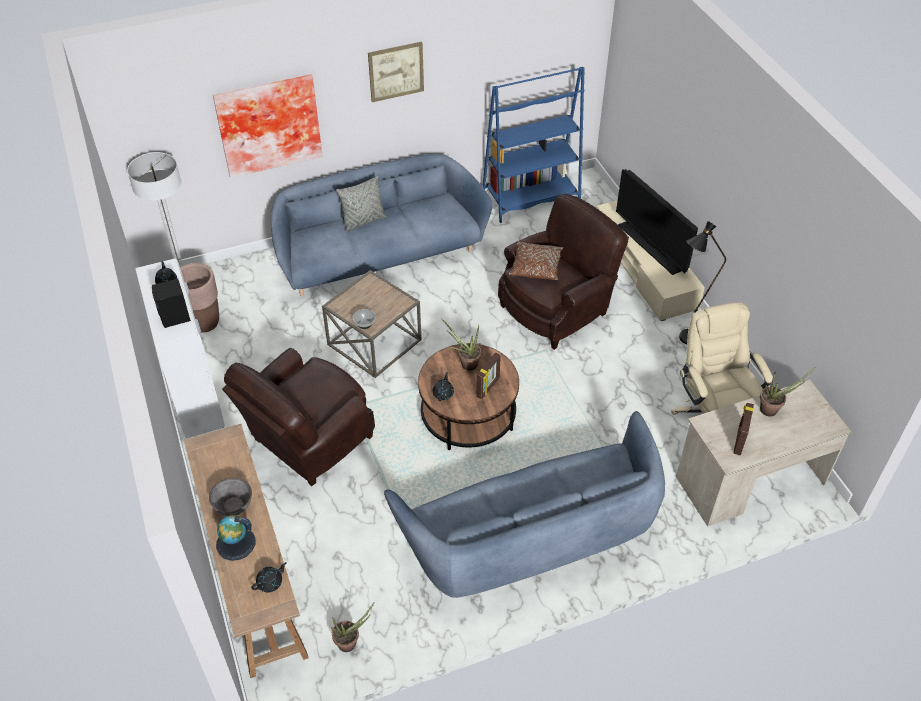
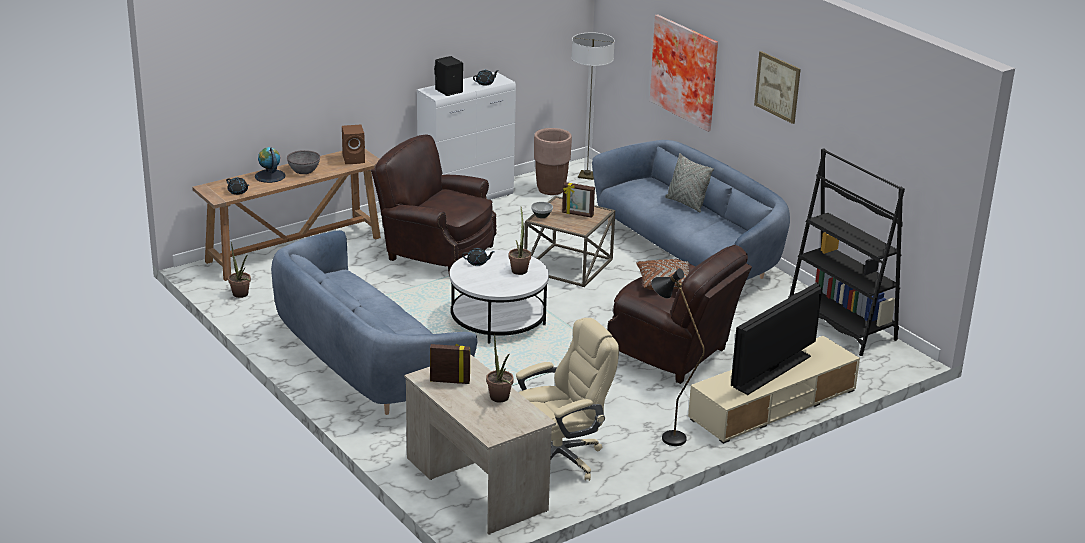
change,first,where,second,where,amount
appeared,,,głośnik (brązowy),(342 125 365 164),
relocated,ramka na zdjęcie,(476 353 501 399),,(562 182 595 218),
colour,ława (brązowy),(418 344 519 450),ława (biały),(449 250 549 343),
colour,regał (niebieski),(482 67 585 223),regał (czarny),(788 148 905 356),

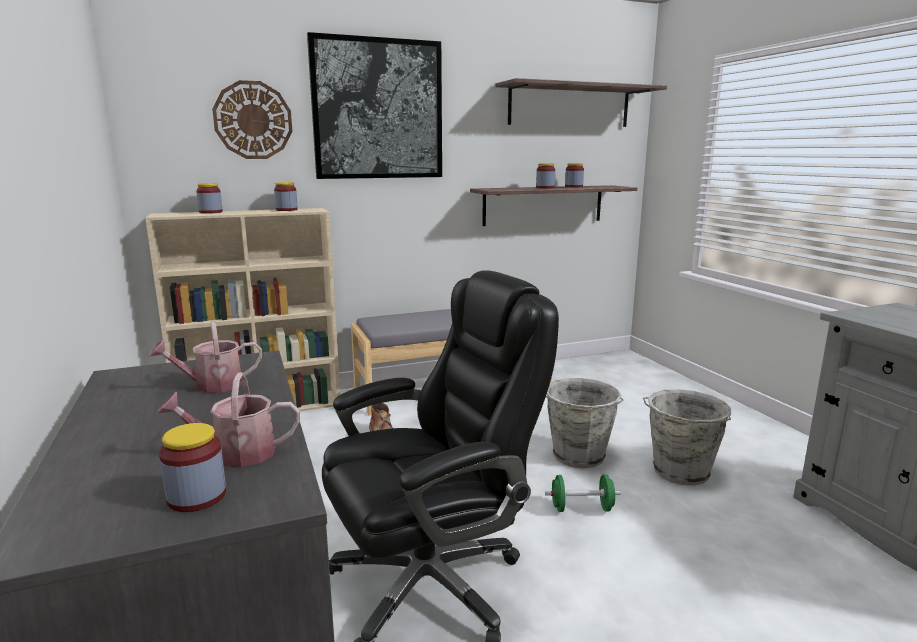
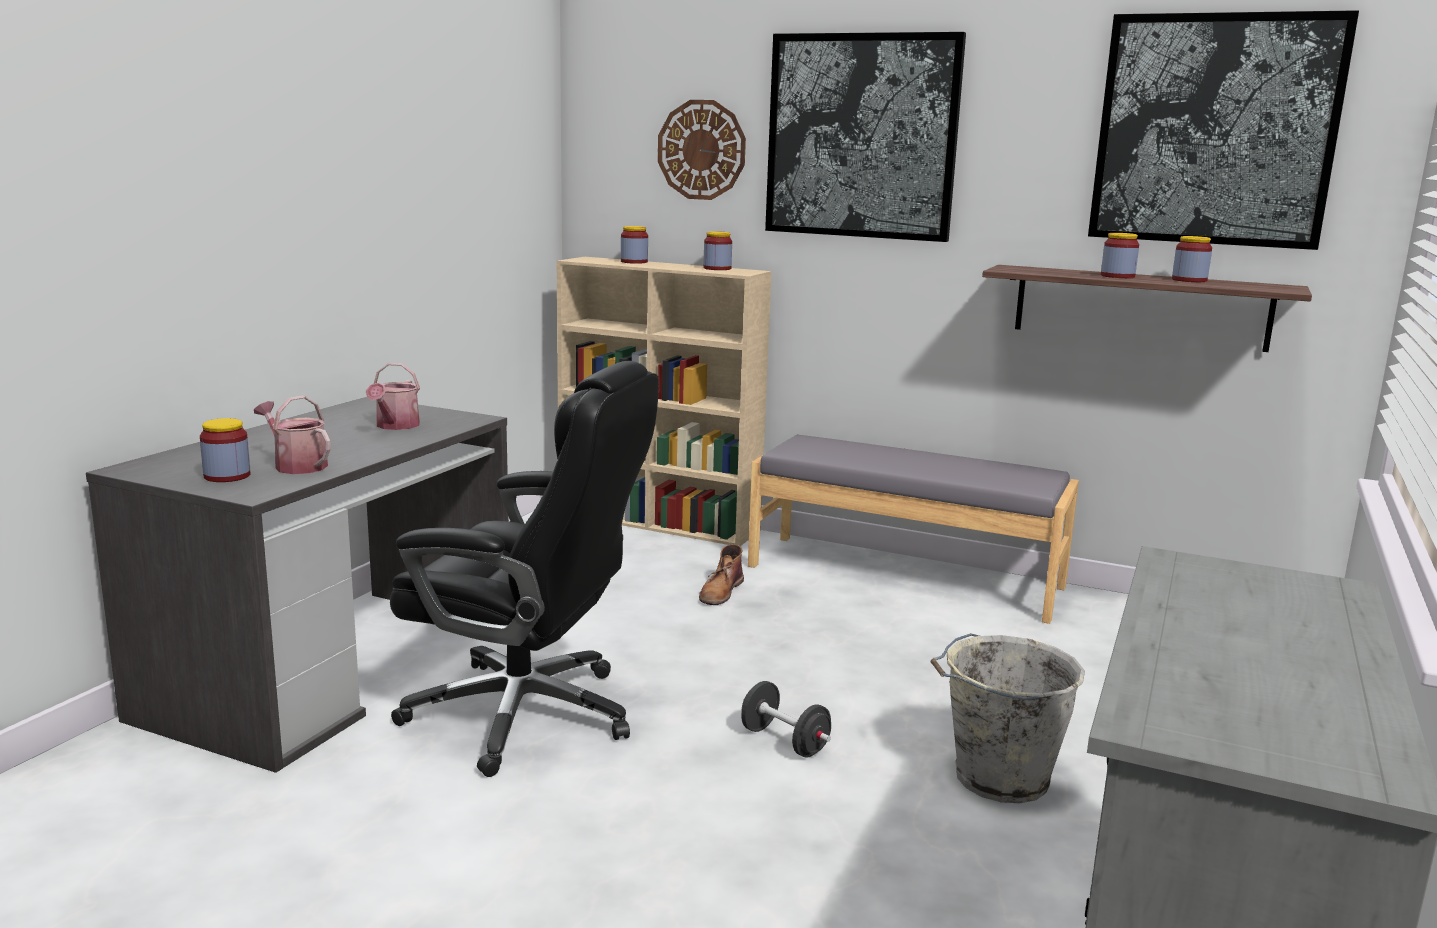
change,first,where,second,where,amount
missing,wiadro (szary),(546 378 624 468),,,
exchanged,półka,(495 78 667 127),obraz,(1088 10 1359 250),
colour,hantel (zielony),(545 474 621 512),hantel (czarny),(741 681 831 758),
spun,konewka,(149 322 262 393),,(366 363 420 430),105 degrees counterclockwise

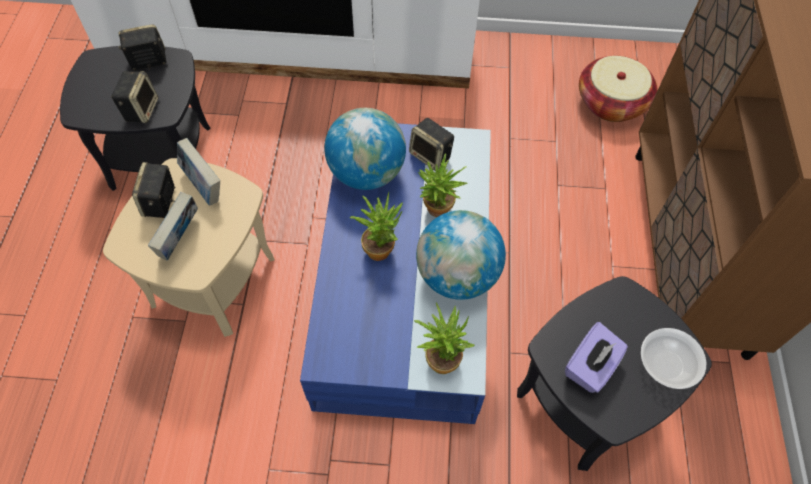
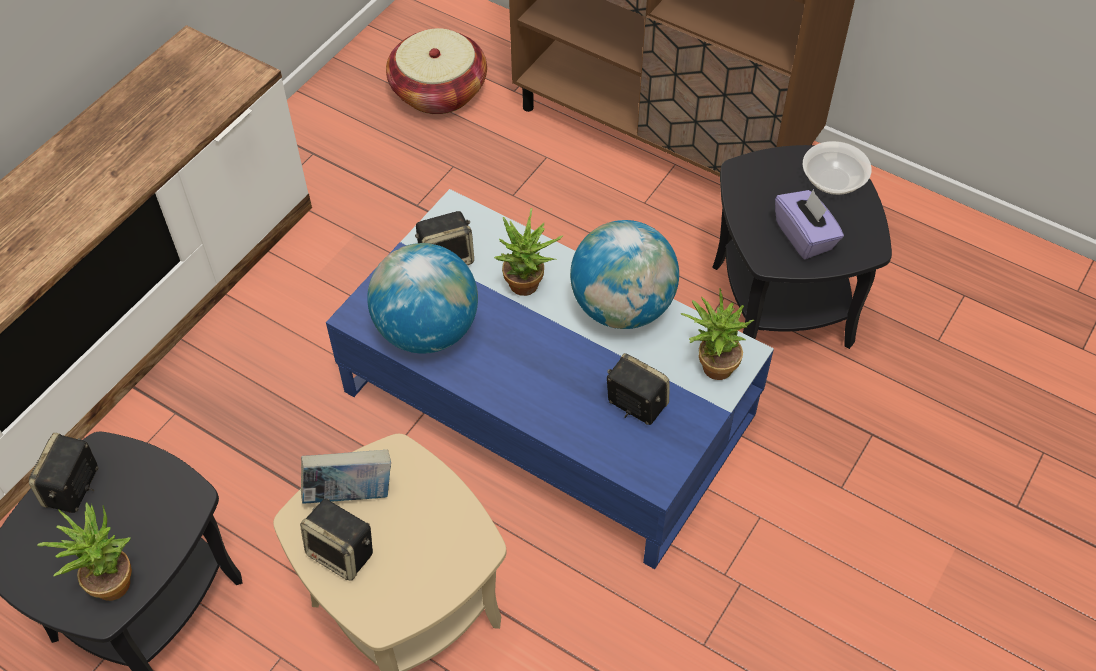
change,first,where,second,where,amount
missing,książka,(148 192 198 261),,,
relocated,głośnik,(111 71 159 123),,(607 353 669 425),
relocated,roślina doniczkowa,(350 192 403 261),,(37 502 132 601),

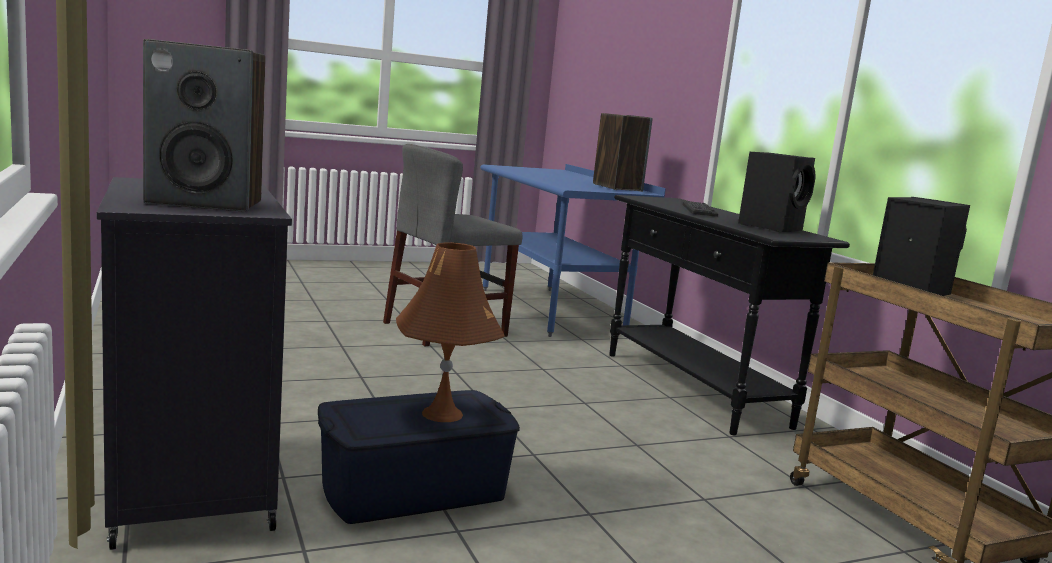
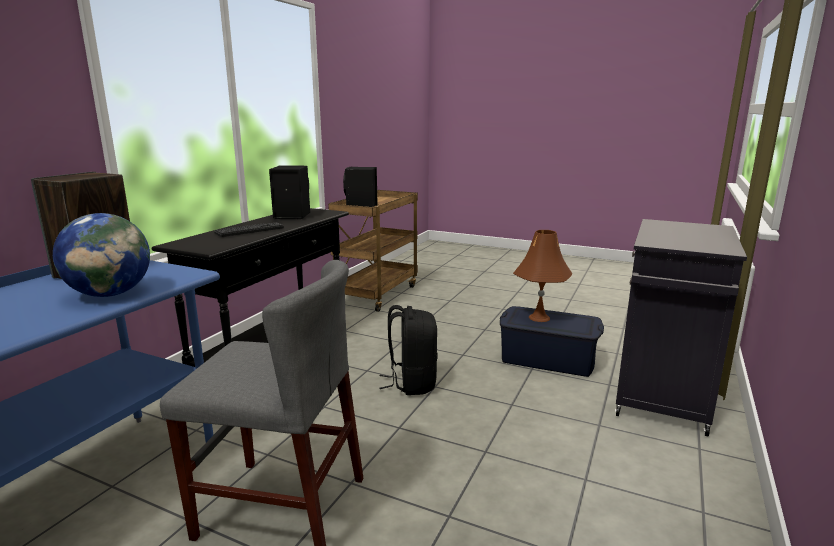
change,first,where,second,where,amount
missing,głośnik,(143 39 265 212),,,
appeared,,,globus,(53 213 150 297),
appeared,,,plecak (czarny),(379 305 438 395),

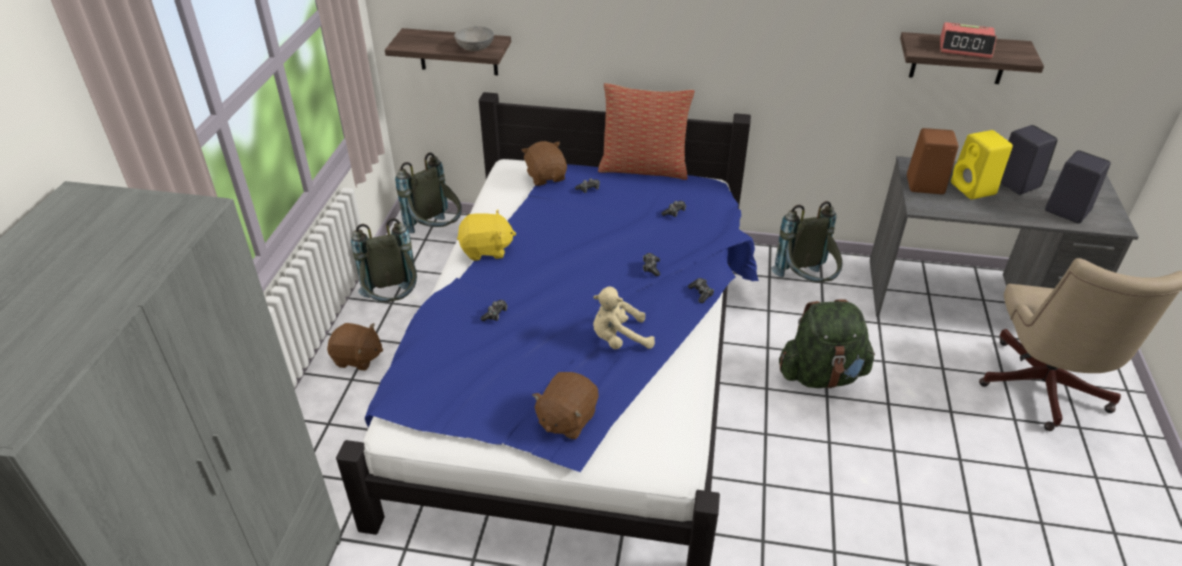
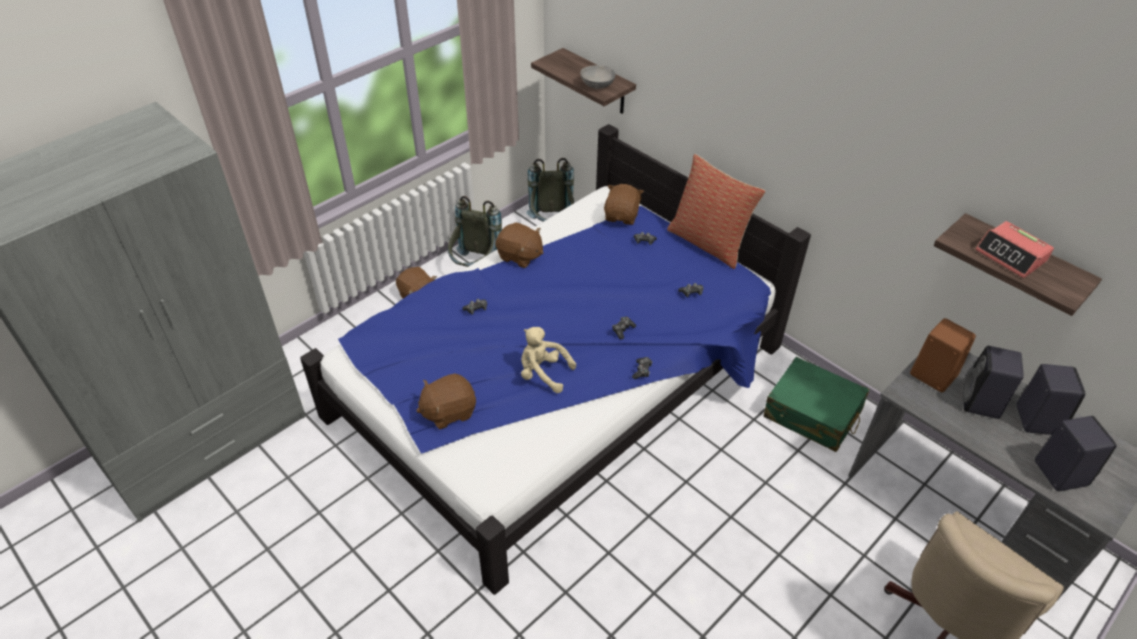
change,first,where,second,where,amount
missing,plecak (zielony),(779 299 875 389),,,
exchanged,plecak (szary),(771 201 842 282),walizka (zielony),(764 357 869 452),
colour,pluszak (żółty),(457 210 516 261),pluszak (brązowy),(496 222 543 268),
colour,głośnik (żółty),(951 130 1013 199),głośnik (czarny),(962 346 1024 419),

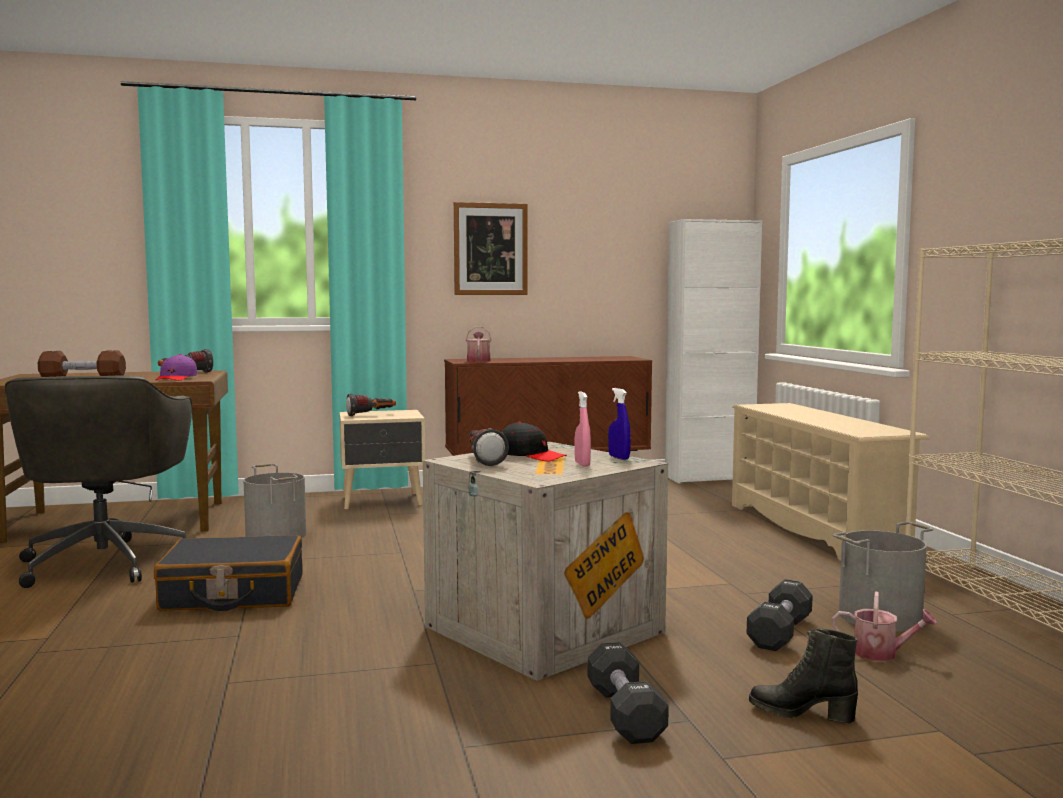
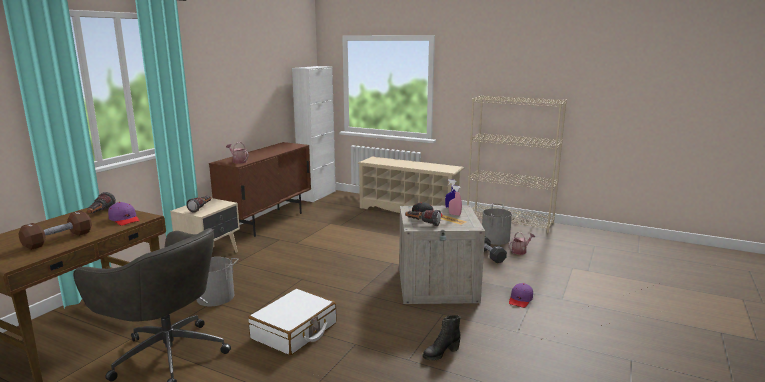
change,first,where,second,where,amount
missing,obraz,(454 202 528 295),,,
relocated,but z cholewką (czarny),(749 628 858 723),,(423 315 461 360),
exchanged,hantel (czarny),(588 642 669 744),czapka z daszkiem (fioletowy),(509 283 533 308),
colour,walizka (czarny),(154 535 303 611),walizka (biały),(248 289 337 355),

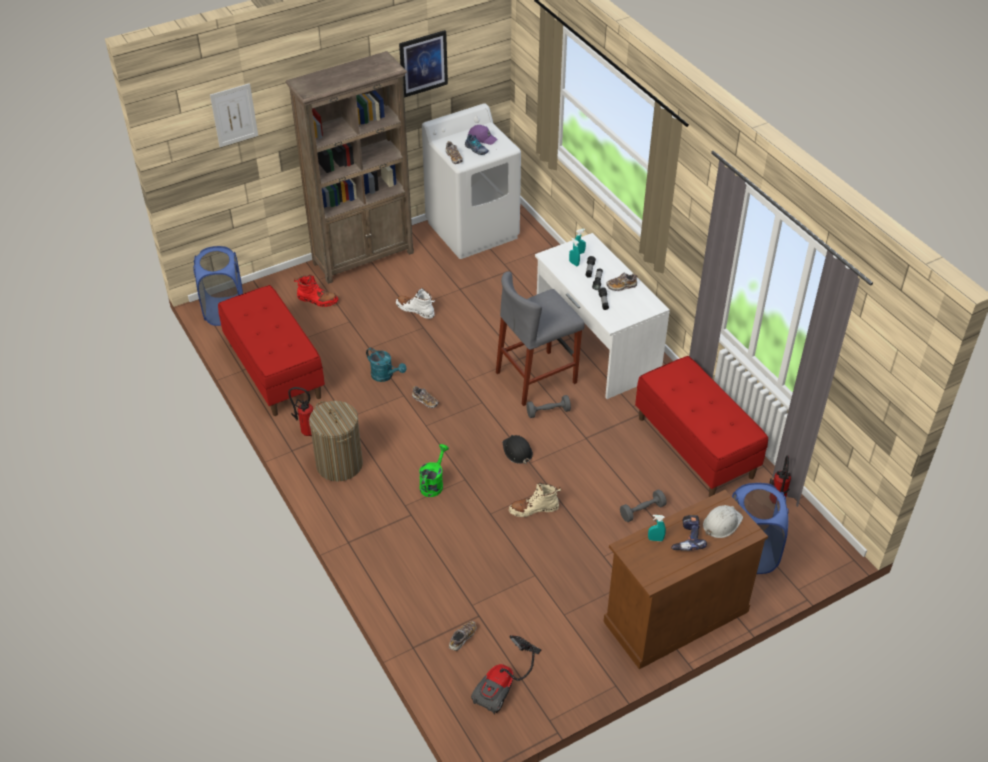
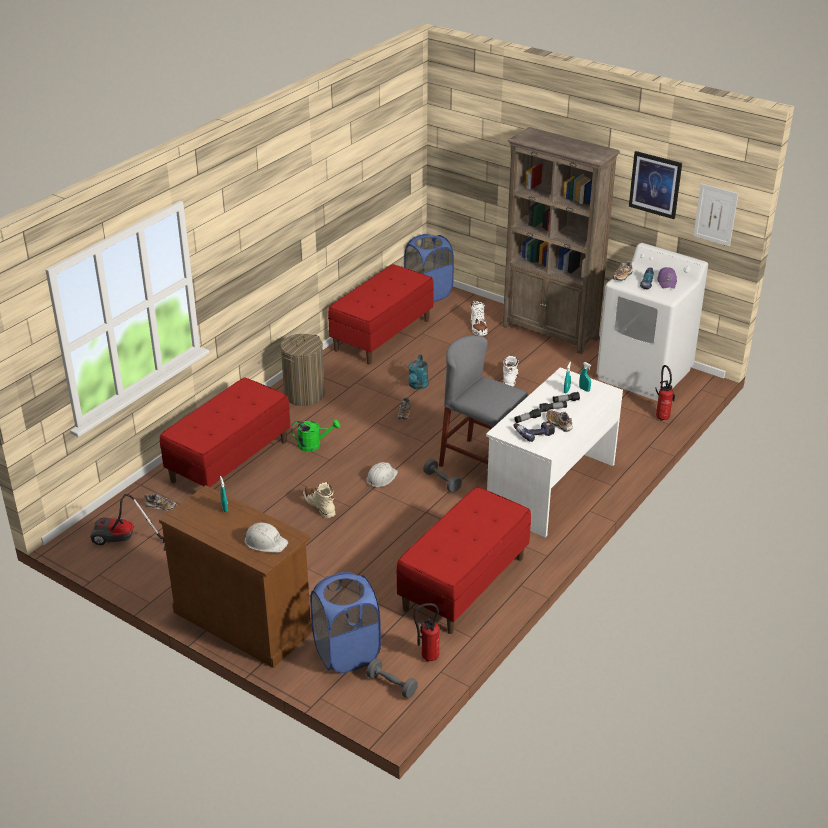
change,first,where,second,where,amount
appeared,,,ławka (czerwony),(160 378 290 487),
relocated,obraz,(210 83 258 147),,(693 183 739 247),
relocated,gaśnica,(288 387 313 436),,(656 365 675 421),
relocated,hantel (szary),(620 489 667 522),,(366 659 418 699),
relocated,wiertarka,(671 515 707 551),,(513 421 555 442),
colour,but z cholewką (czerwony),(294 275 338 307),but z cholewką (biały),(471 300 488 336),
colour,kask (czarny),(503 435 533 464),kask (biały),(366 462 398 487),

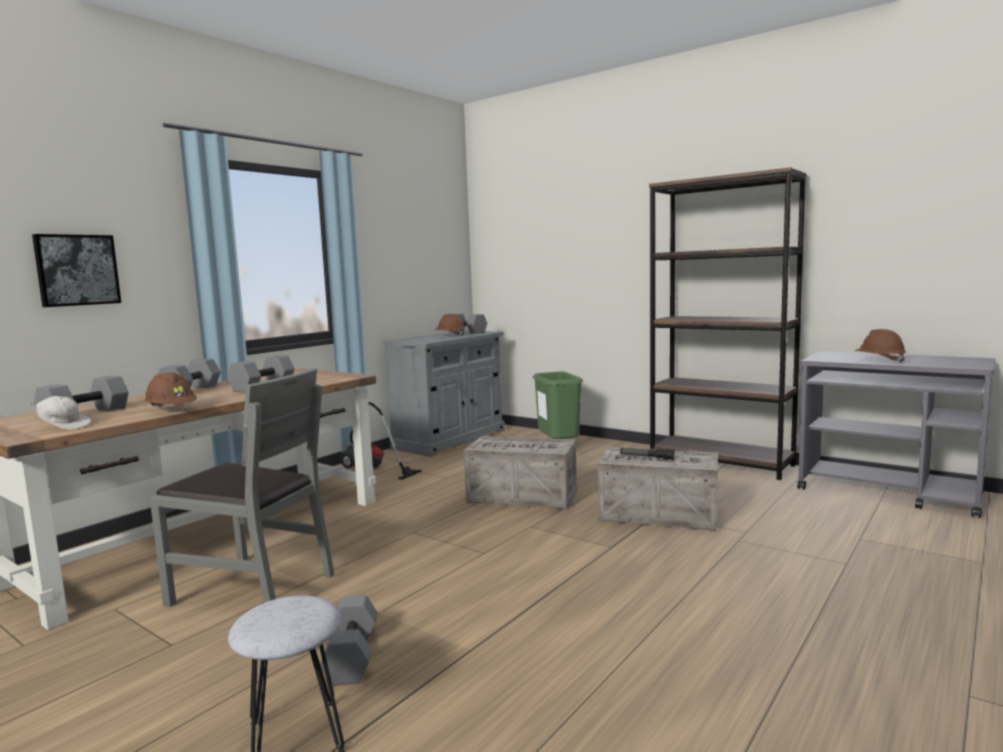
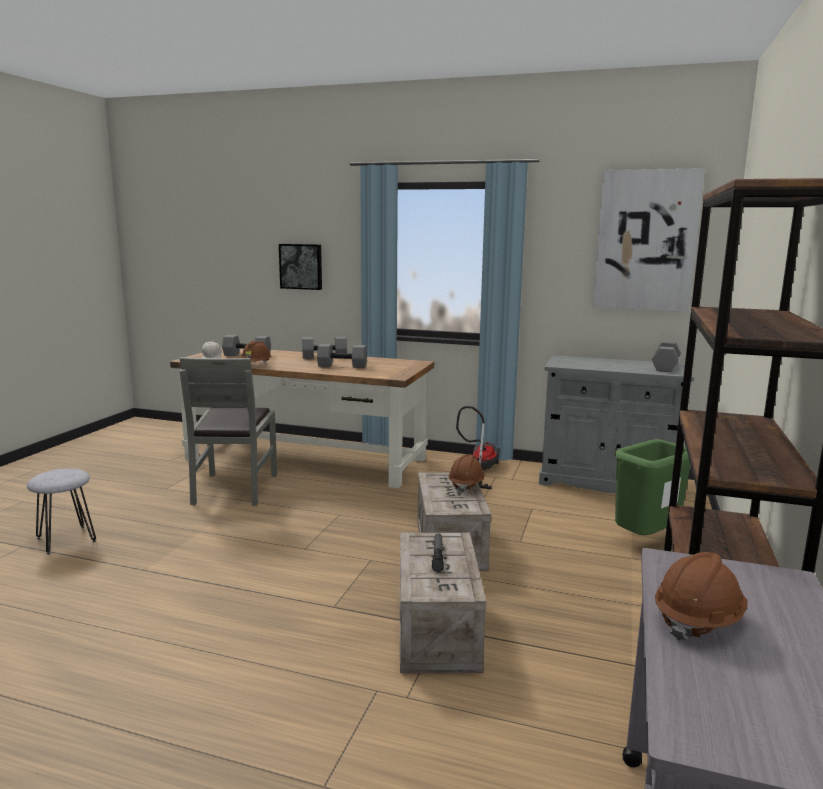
change,first,where,second,where,amount
missing,hantel (szary),(320 595 377 686),,,
appeared,,,obraz,(593 168 705 312),
relocated,kask (brązowy),(435 314 465 336),,(448 454 485 493),

